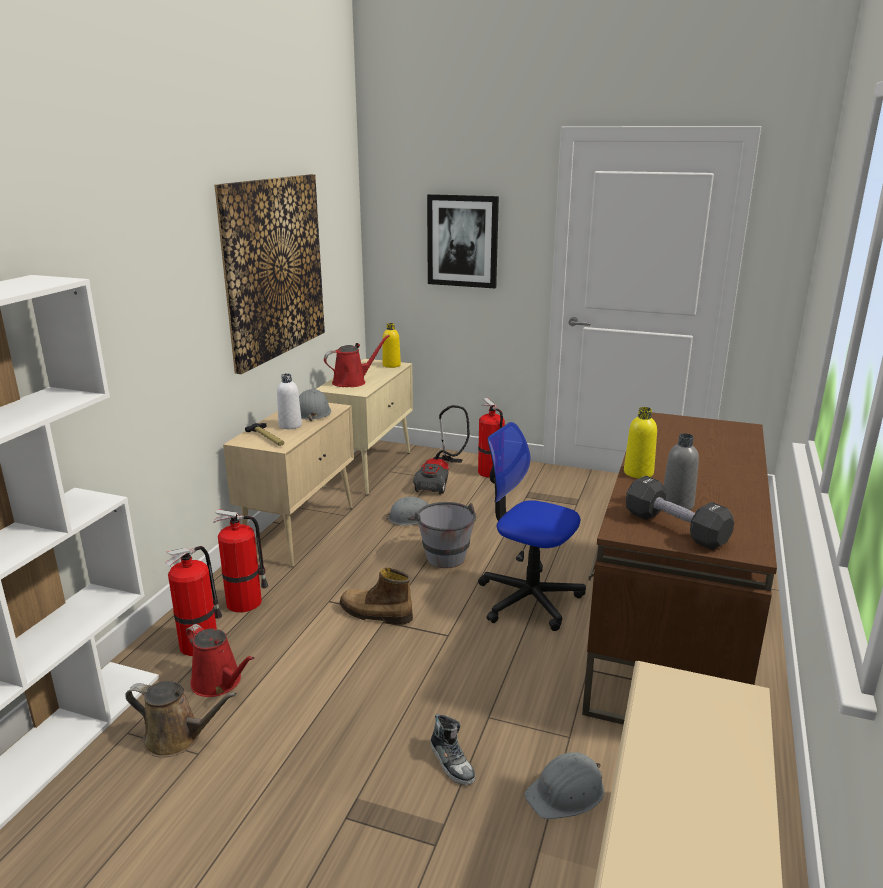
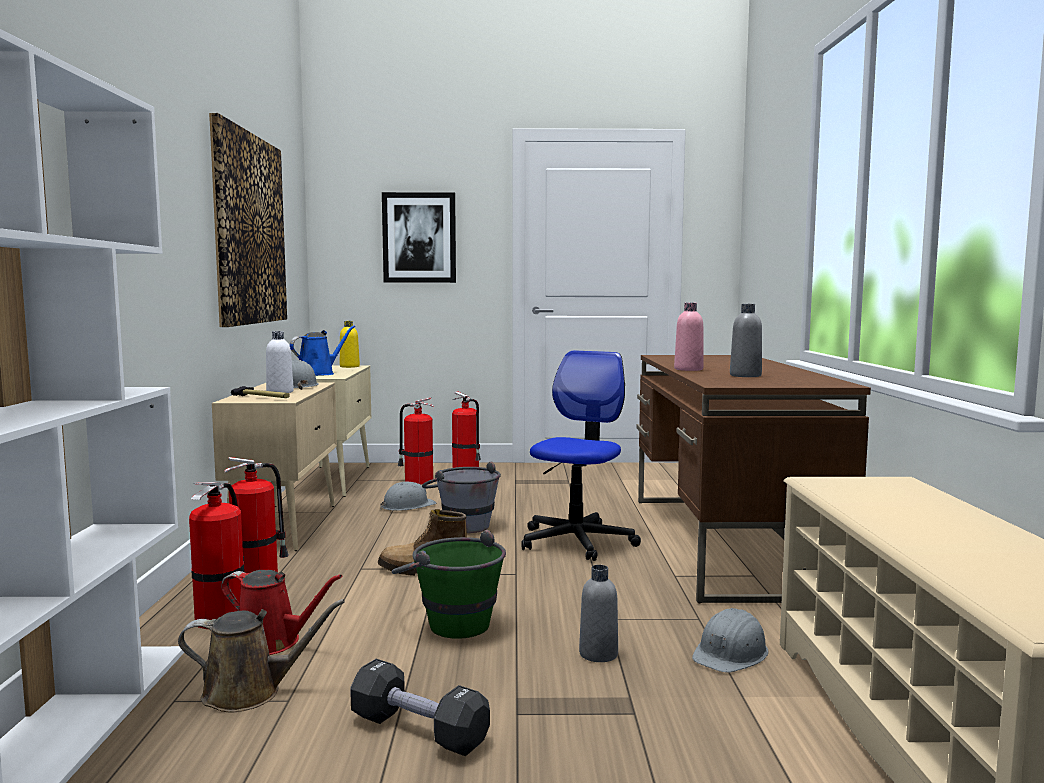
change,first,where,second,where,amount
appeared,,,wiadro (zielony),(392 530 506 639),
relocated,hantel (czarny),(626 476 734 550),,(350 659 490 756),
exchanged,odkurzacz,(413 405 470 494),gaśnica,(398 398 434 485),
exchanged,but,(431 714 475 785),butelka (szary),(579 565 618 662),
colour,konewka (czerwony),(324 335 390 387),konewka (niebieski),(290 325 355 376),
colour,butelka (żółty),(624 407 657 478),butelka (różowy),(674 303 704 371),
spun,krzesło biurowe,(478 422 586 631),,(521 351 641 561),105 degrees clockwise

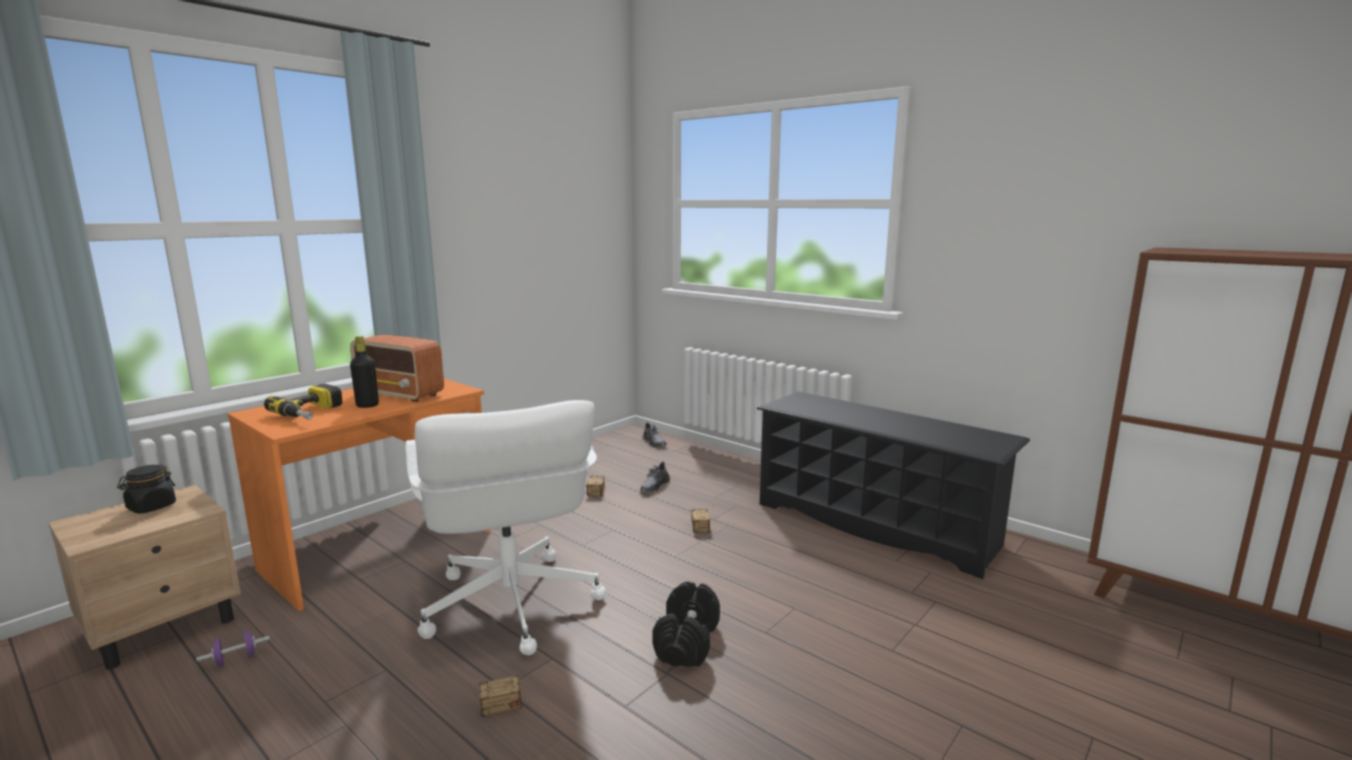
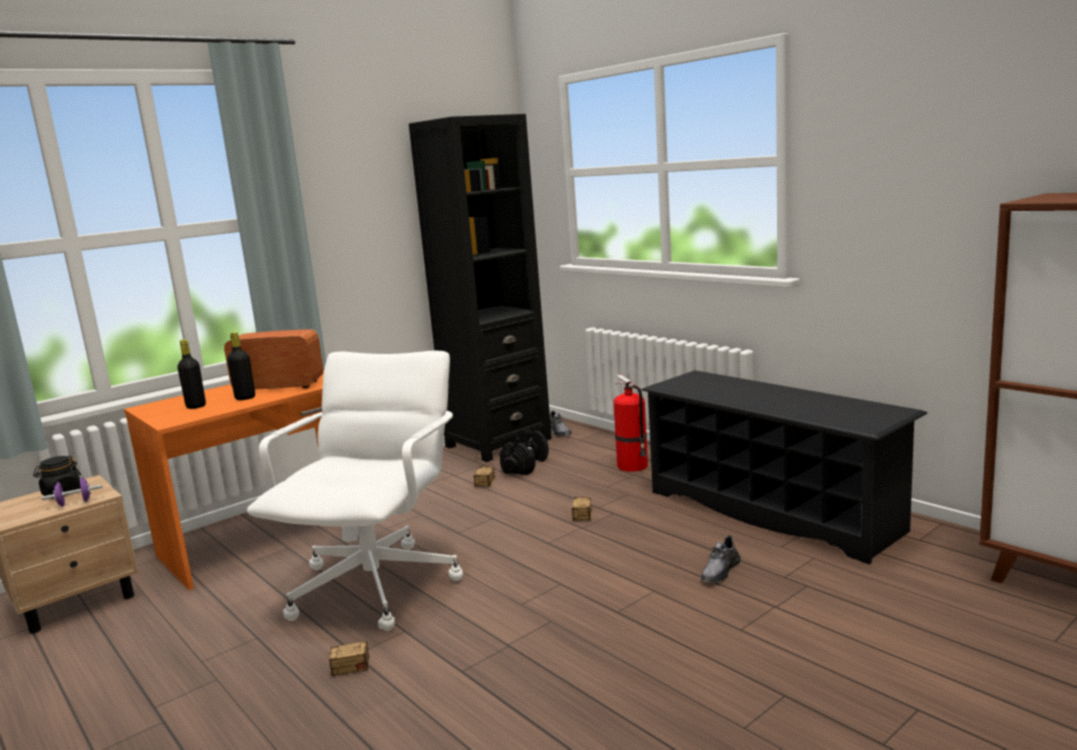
change,first,where,second,where,amount
appeared,,,regał (czarny),(409 114 552 462),
appeared,,,gaśnica,(613 375 648 472),
relocated,hantel (fioletowy),(196 630 270 667),,(41 477 103 507),
relocated,but (szary),(640 461 670 492),,(701 535 741 583),
relocated,hantel (czarny),(652 581 720 667),,(499 429 549 475),
exchanged,wiertarka,(264 384 343 420),butelka (czarny),(177 339 206 409),
spun,radio,(350 335 444 402),,(224 329 323 389),150 degrees clockwise
spun,krzesło biurowe (biały),(405 400 606 655),,(247 351 463 631),150 degrees counterclockwise

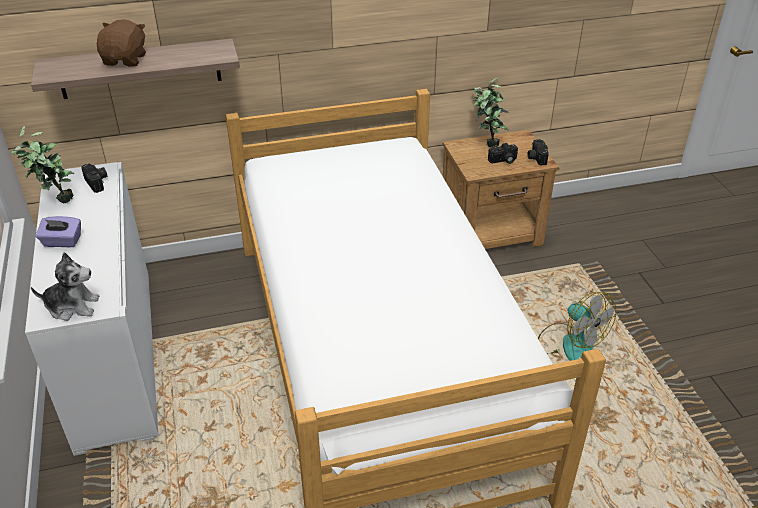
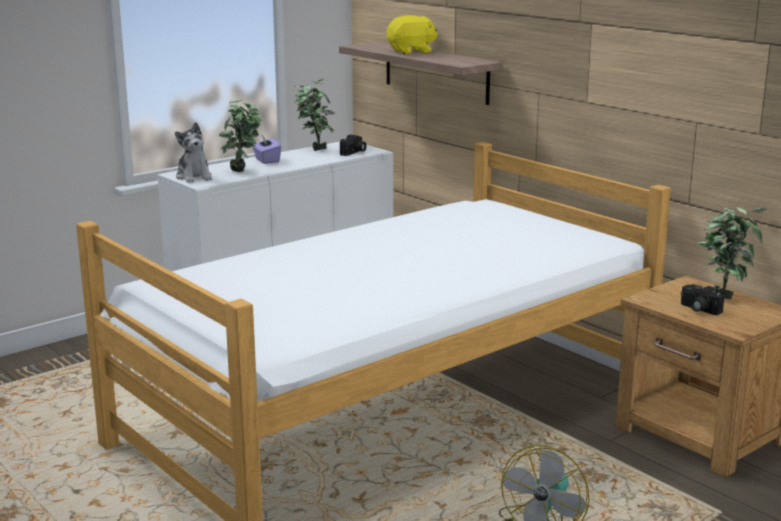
change,first,where,second,where,amount
missing,aparat fotograficzny,(528 139 549 166),,,
appeared,,,roślina doniczkowa,(218 99 263 172),
colour,pluszak (brązowy),(97 19 146 67),pluszak (żółty),(387 15 438 54),

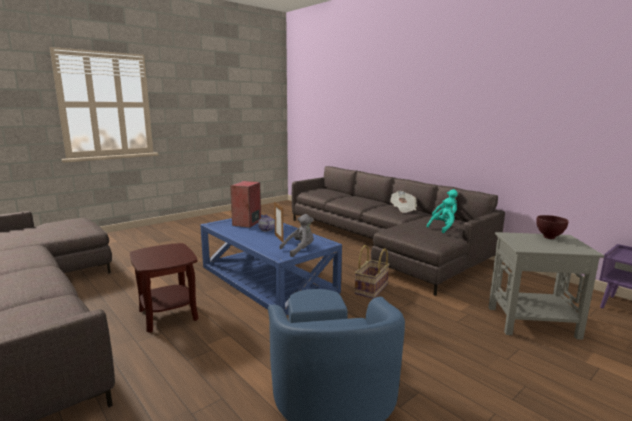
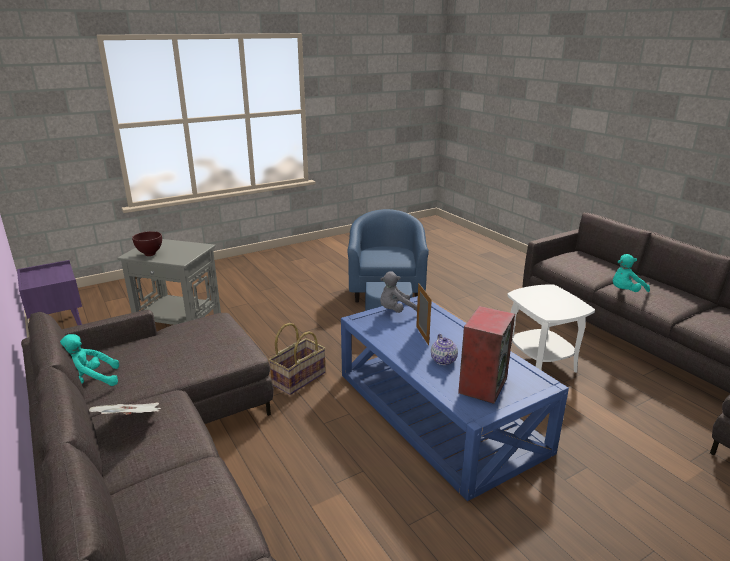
change,first,where,second,where,amount
relocated,pluszak (turkusowy),(427 198 455 233),,(613 254 650 292),
colour,stolik (brązowy),(130 243 198 333),stolik (biały),(507 285 595 373),

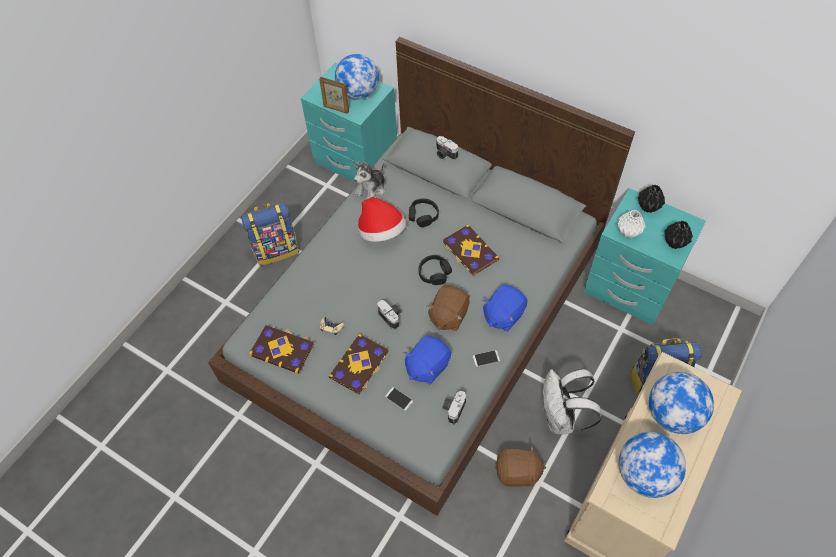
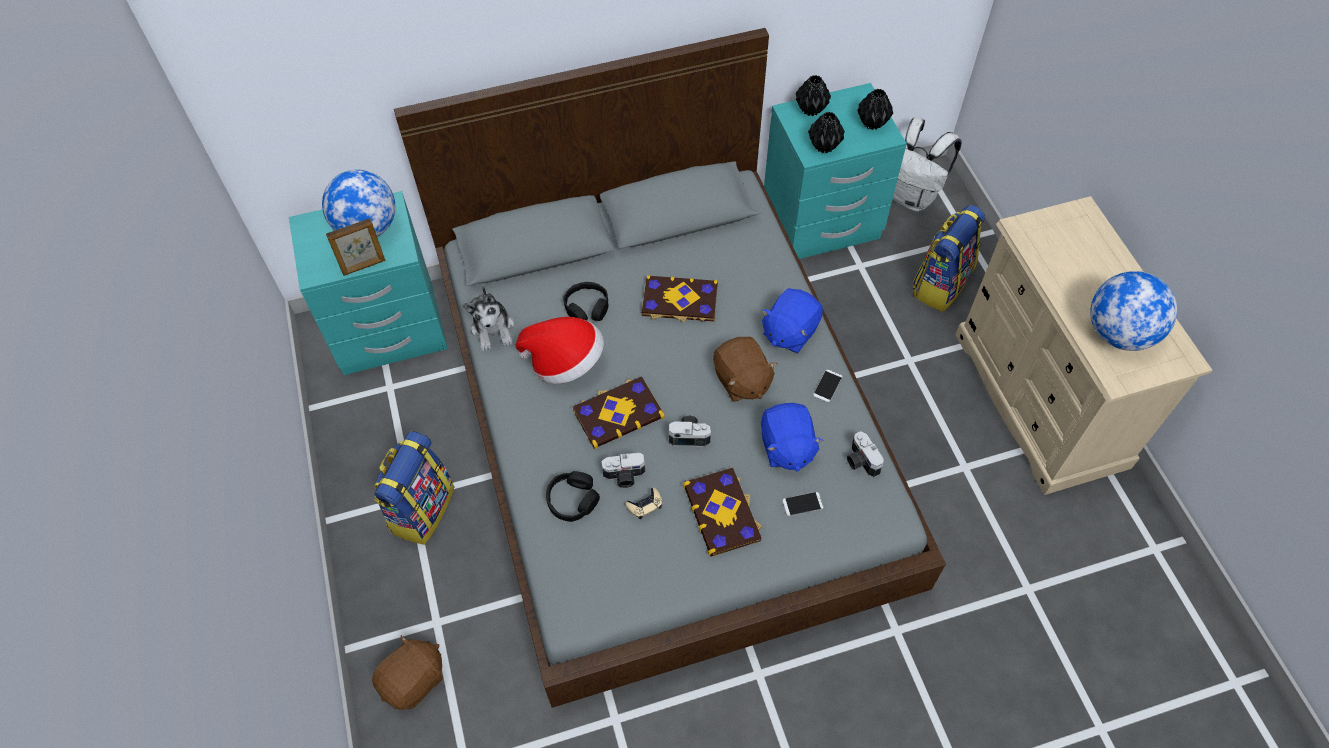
change,first,where,second,where,amount
missing,globus,(649 372 714 434),,,
relocated,książka,(249 325 314 374),,(572 376 664 449),
relocated,słuchawki (czarny),(418 255 452 285),,(546 471 600 522),
relocated,aparat fotograficzny,(436 136 458 160),,(602 452 645 488),
relocated,pluszak (brązowy),(495 445 546 487),,(372 635 443 710),
relocated,plecak (biały),(543 369 602 434),,(892 117 962 212),
colour,wazon (biały),(617 210 645 238),wazon (czarny),(808 112 845 153),
spun,pluszak (niebieski),(482 285 528 332),,(761 288 823 353),45 degrees clockwise

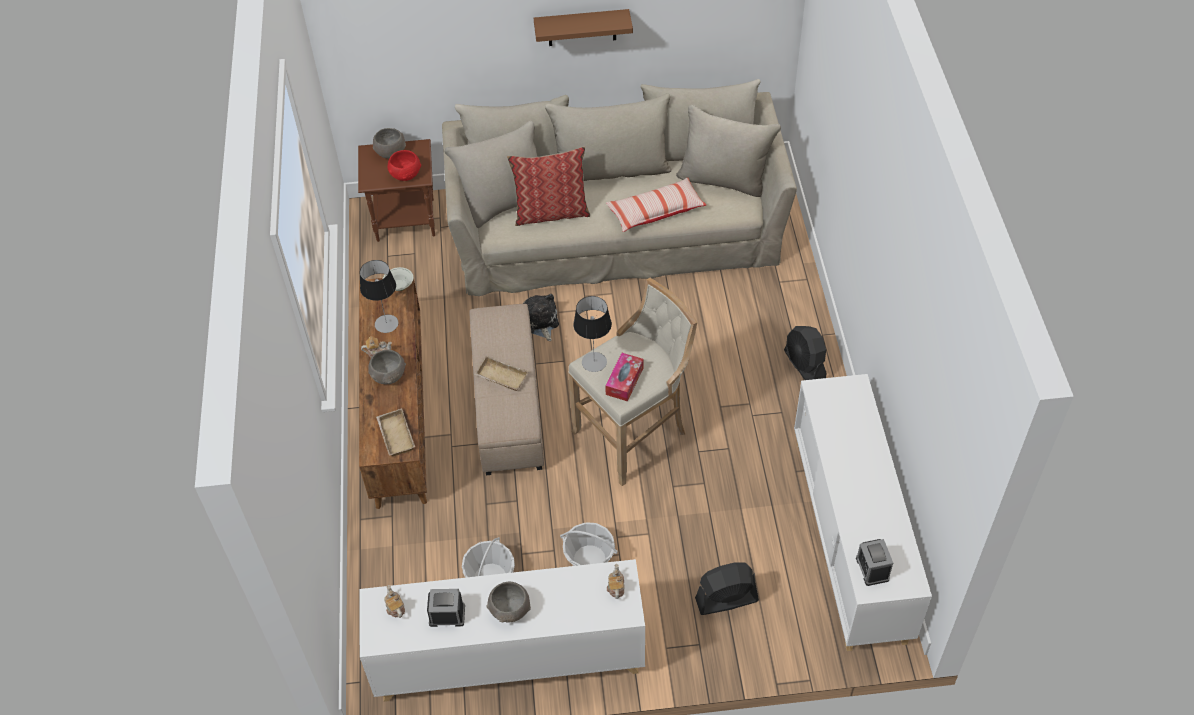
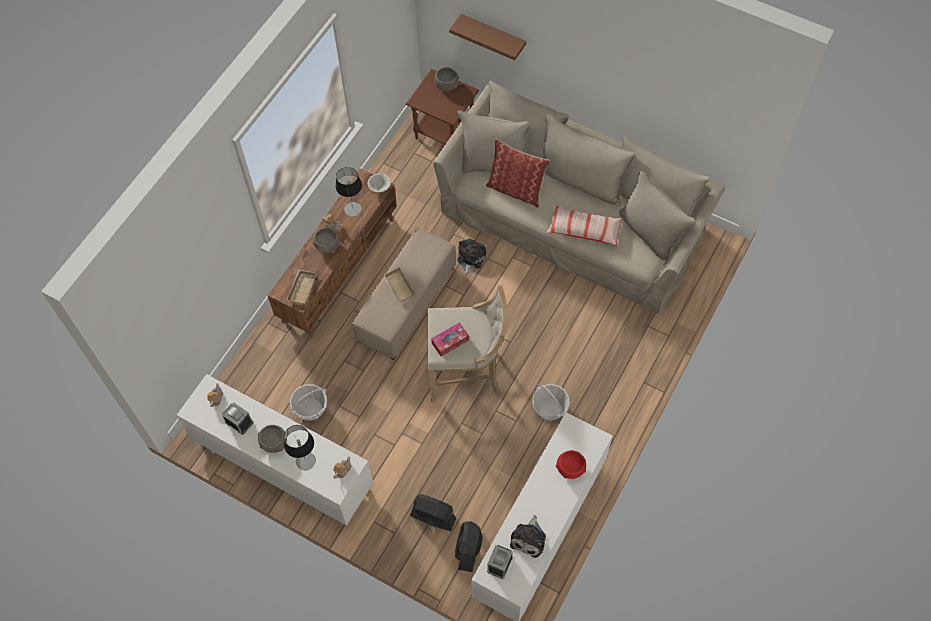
change,first,where,second,where,amount
appeared,,,pluszak,(510 515 546 558),
relocated,miska (czerwony),(388 150 421 181),,(556 450 586 479),
relocated,półka (brązowy),(534 9 633 46),,(449 14 526 60),
relocated,koszyk,(560 522 618 566),,(532 384 570 421),
relocated,lampa stołowa,(573 296 612 372),,(284 425 316 470),
relocated,wentylator (czarny),(784 326 826 380),,(455 521 483 572),

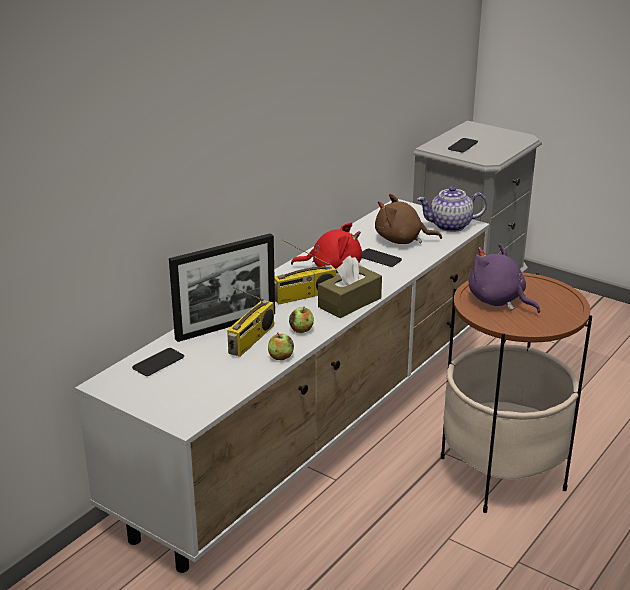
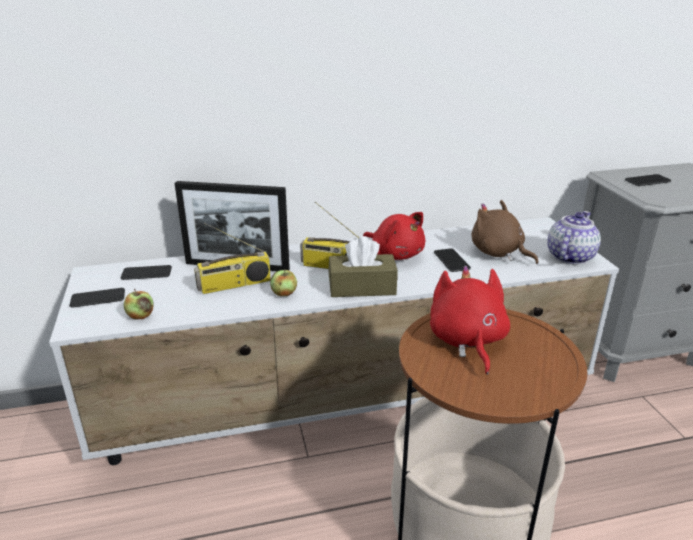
change,first,where,second,where,amount
appeared,,,telefon,(70 288 125 308),
relocated,jabłko,(268 333 294 360),,(123 289 154 319),
colour,pluszak (fioletowy),(469 243 540 313),pluszak (czerwony),(430 266 510 375),
spun,imbryk,(417 186 487 232),,(547 211 601 265),90 degrees clockwise

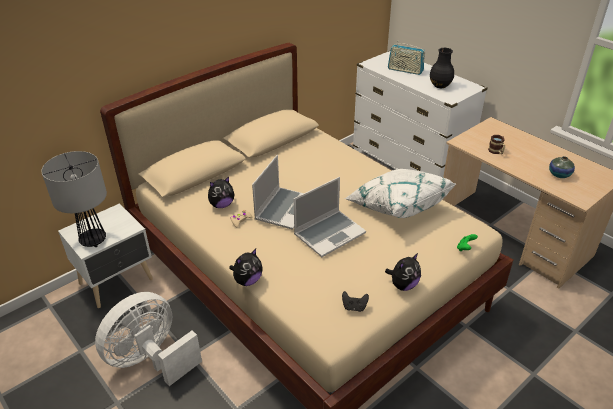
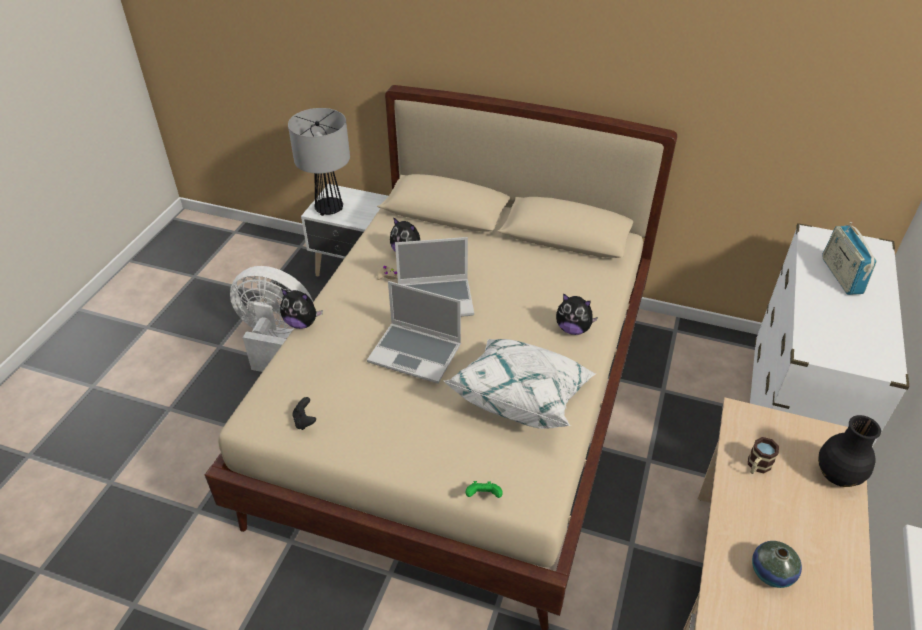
change,first,where,second,where,amount
relocated,pluszak,(385 253 421 291),,(556 293 598 335),
relocated,wazon (czarny),(430 48 454 88),,(818 415 881 487),

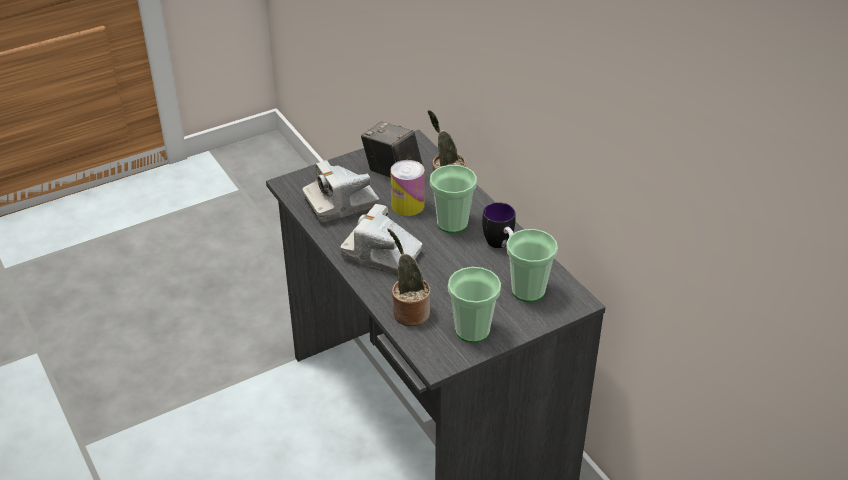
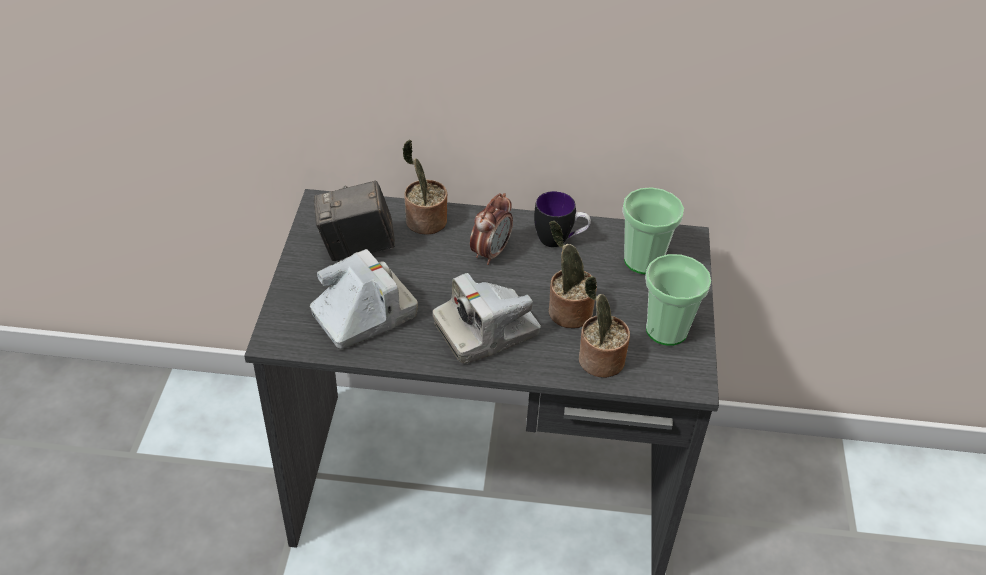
change,first,where,second,where,amount
missing,puszka,(390 160 425 216),,,
appeared,,,roślina doniczkowa,(548 221 597 328),
exchanged,filiżanka,(430 165 477 233),budzik,(470 193 513 265),
spun,aparat fotograficzny,(302 160 379 223),,(310 249 418 349),135 degrees counterclockwise

